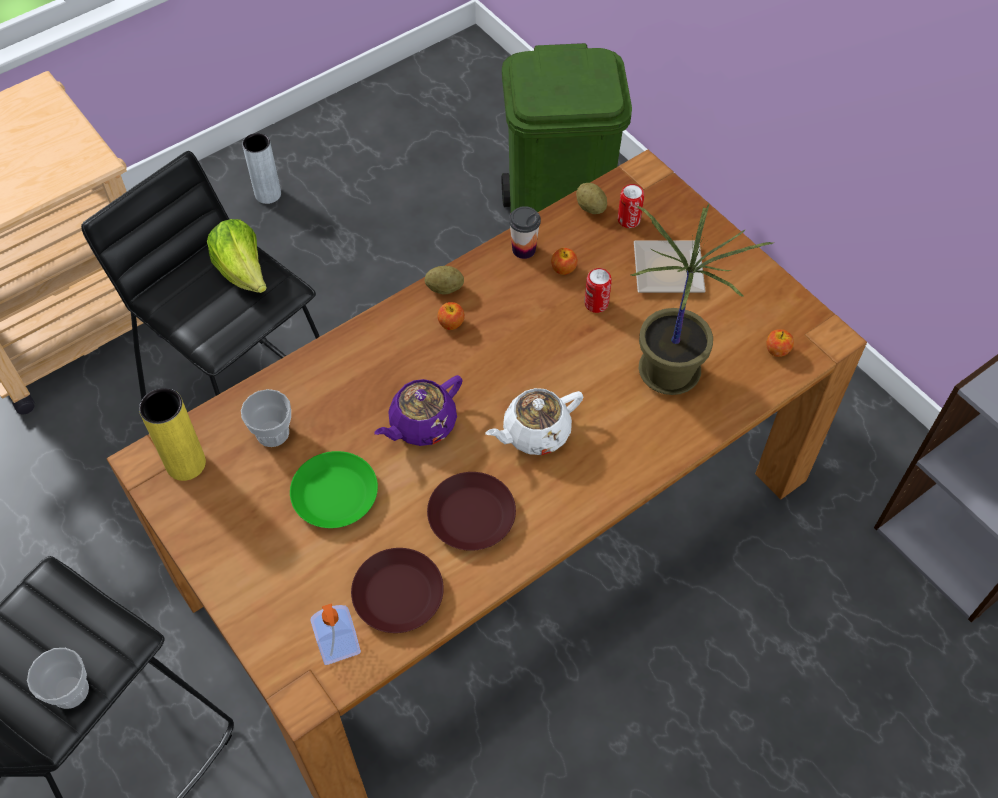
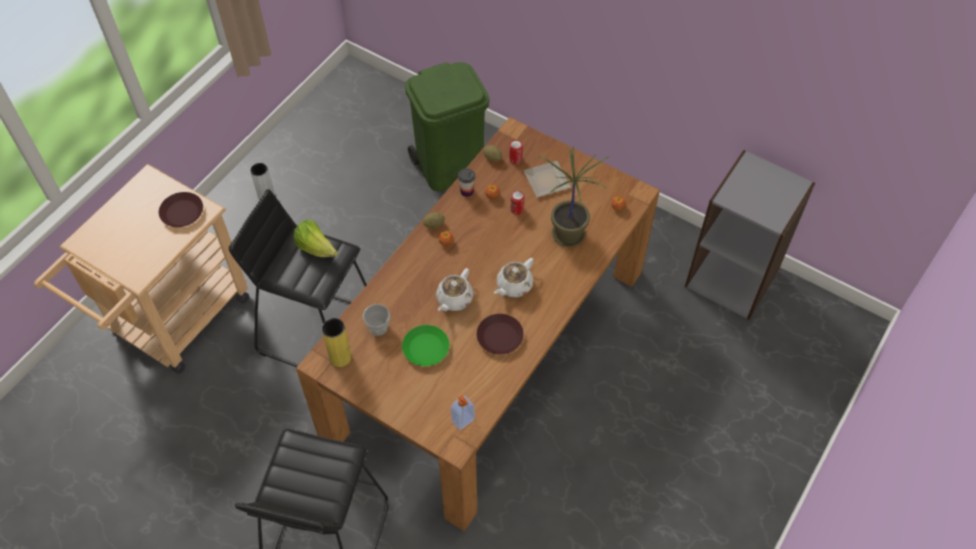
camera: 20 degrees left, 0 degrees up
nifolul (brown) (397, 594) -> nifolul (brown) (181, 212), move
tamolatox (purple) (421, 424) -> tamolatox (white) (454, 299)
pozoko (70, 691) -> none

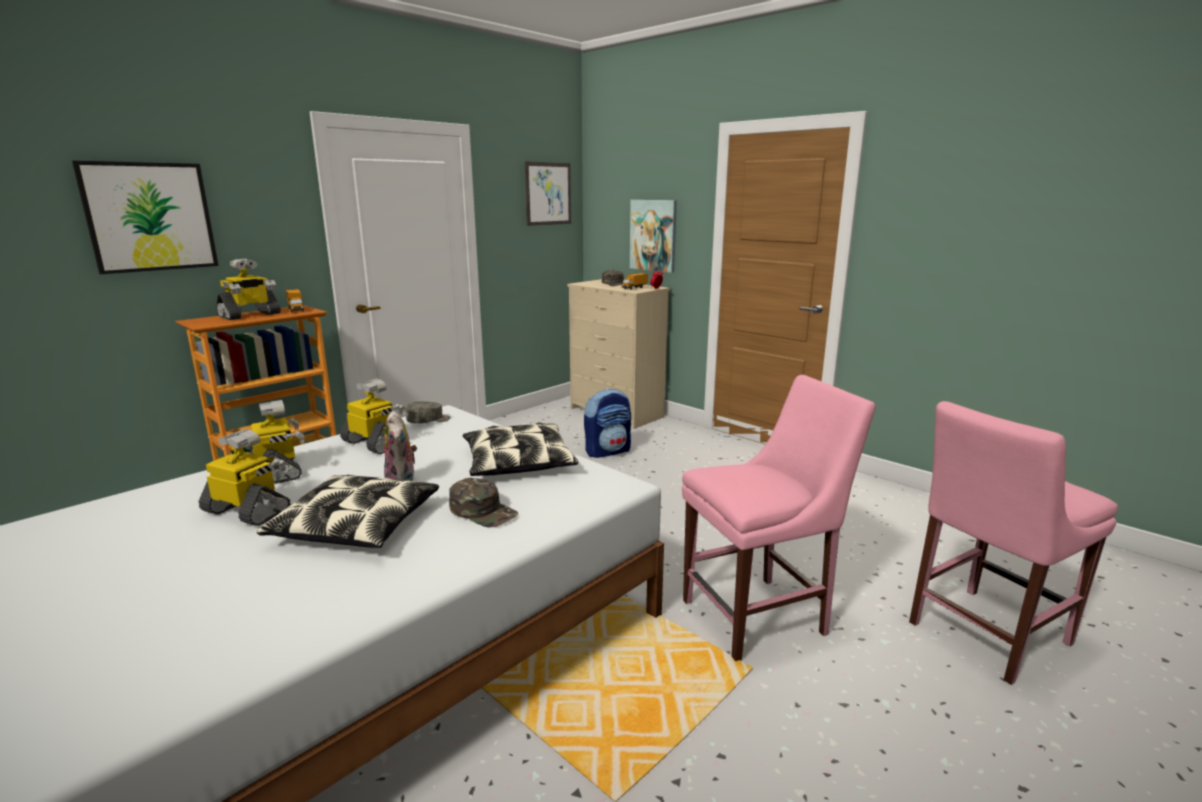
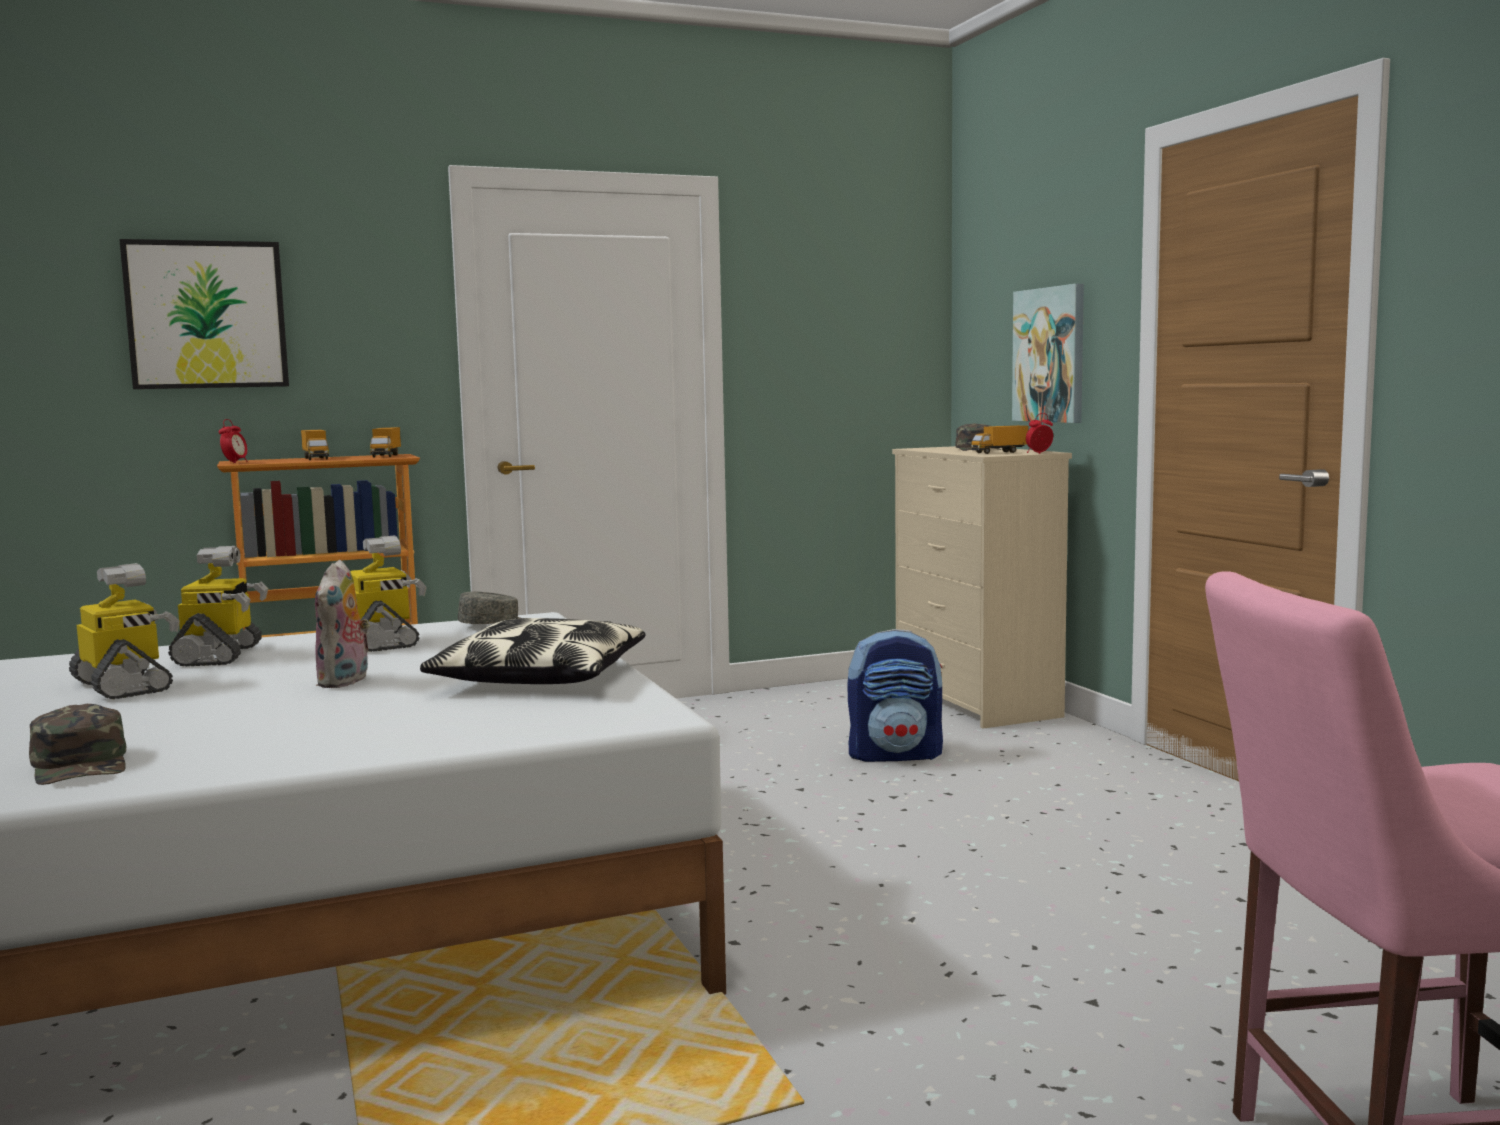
camera: 25 degrees right, 10 degrees down
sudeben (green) (483, 511) -> sudeben (green) (81, 764), move
none -> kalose (235, 463)
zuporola (250, 315) -> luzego (316, 458)
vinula (357, 525) -> none
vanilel (548, 194) -> none
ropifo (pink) (760, 616) -> none

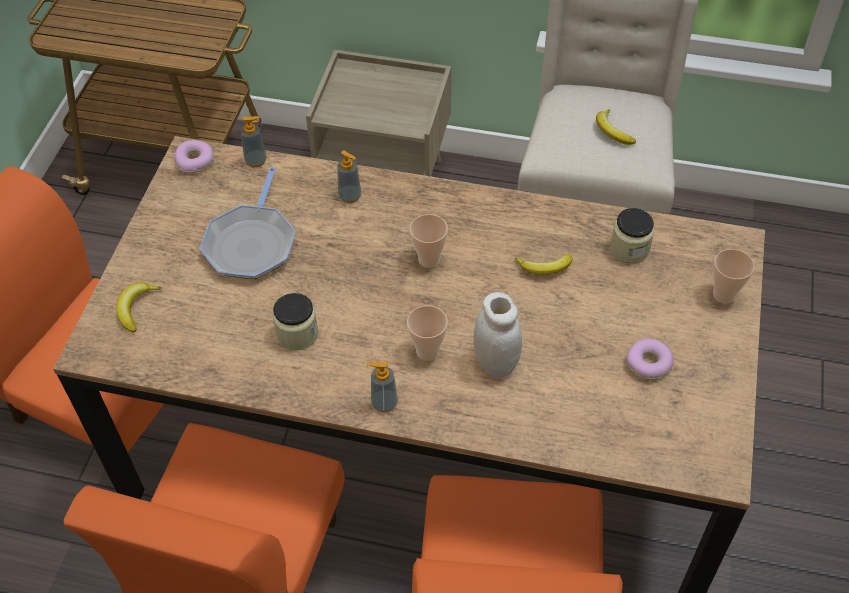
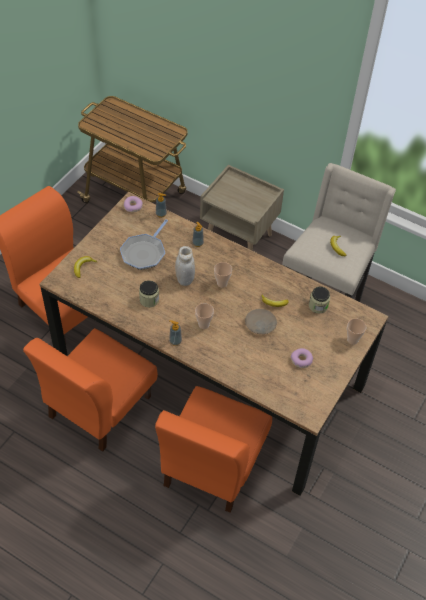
camera: 15 degrees right, 0 degrees up
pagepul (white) (496, 363) -> pagepul (white) (185, 279), move
none -> nifolul (beige) (260, 324)

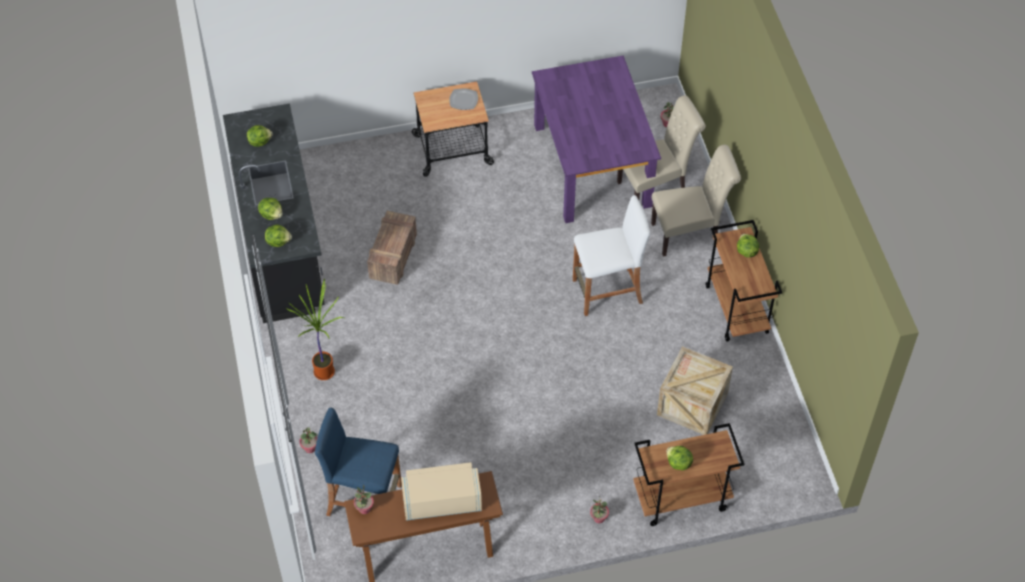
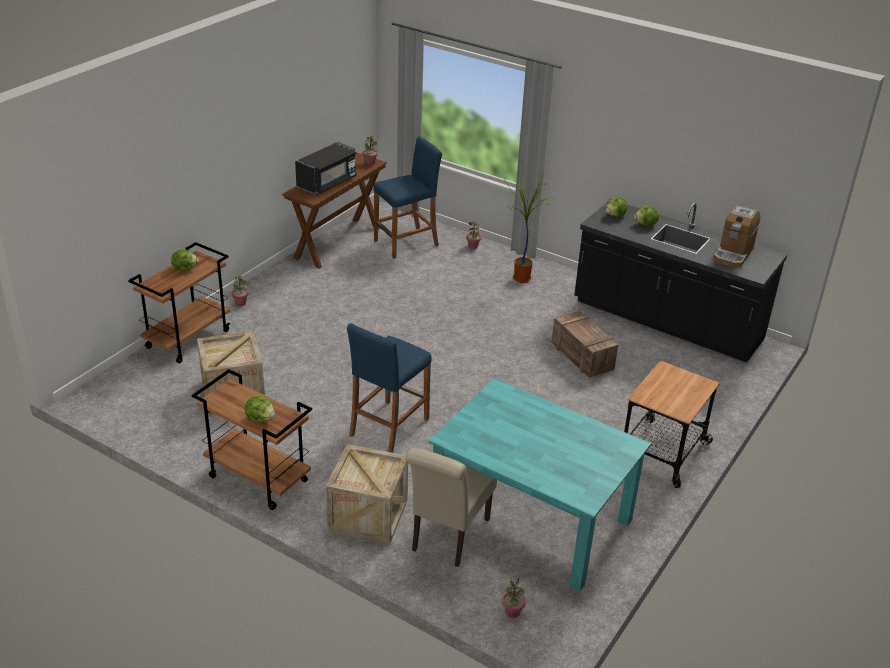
camera: 135 degrees right, 20 degrees down
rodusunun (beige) (442, 501) -> rodusunun (black) (327, 182)
ropifo (beige) (689, 233) -> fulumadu (368, 516)
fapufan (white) (607, 292) -> fapufan (blue) (389, 427)
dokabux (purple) (593, 165) -> dokabux (turquoise) (530, 518)
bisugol (259, 141) -> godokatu (733, 253)
nifolul (464, 100) -> none

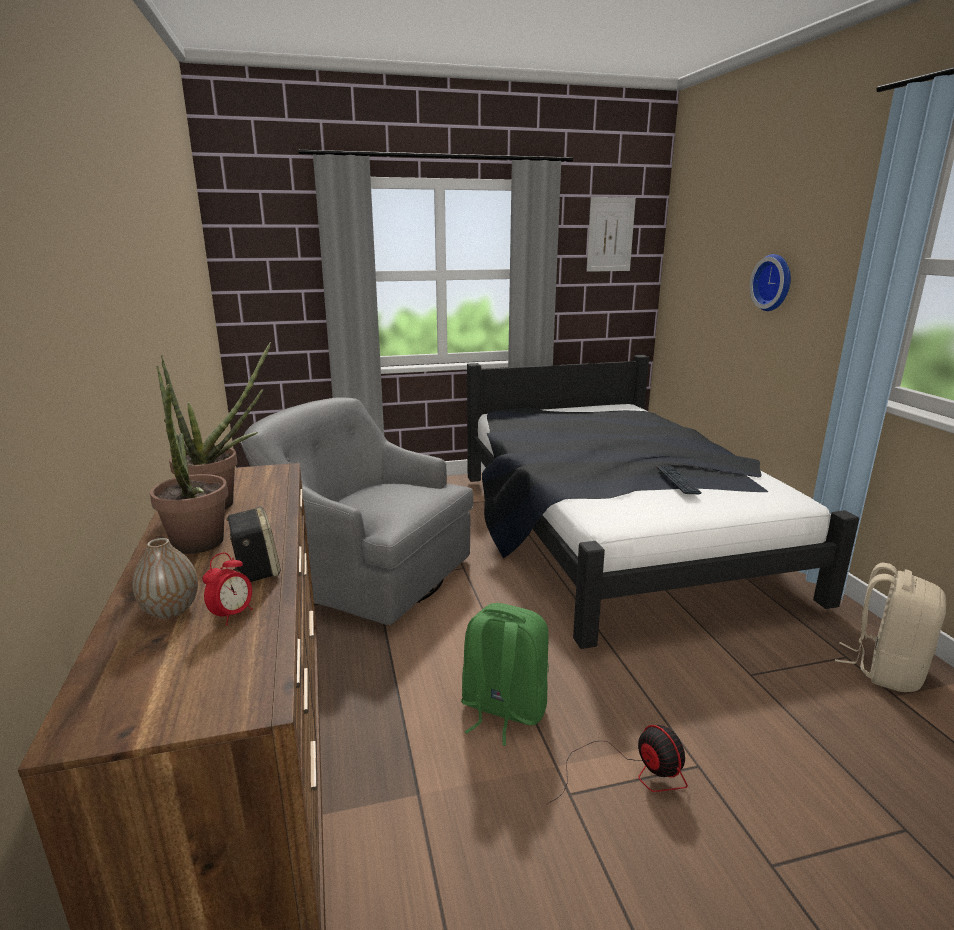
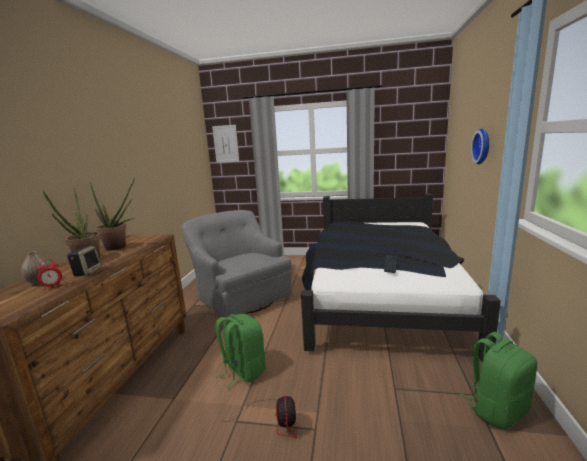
camera: 25 degrees right, 5 degrees down
vanilel (610, 234) -> vanilel (226, 144), move
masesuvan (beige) (885, 669) -> masesuvan (green) (497, 409)

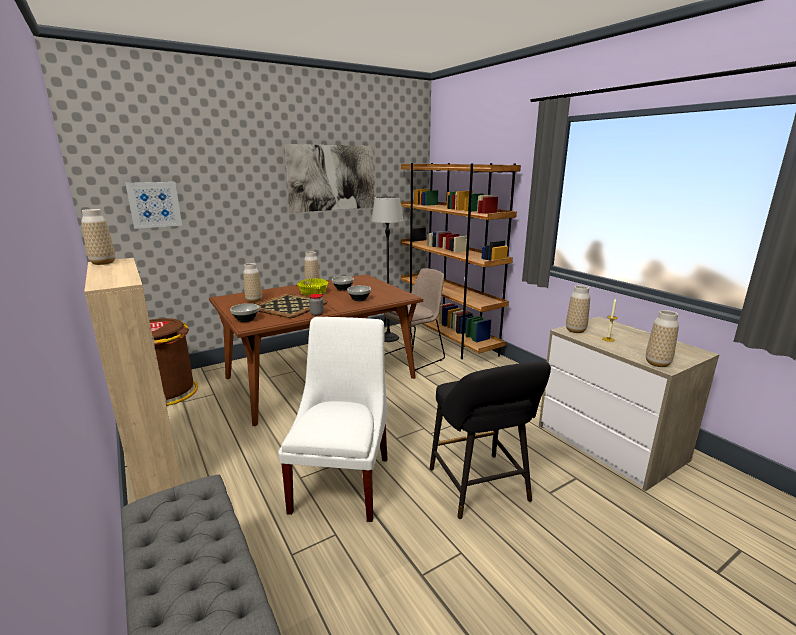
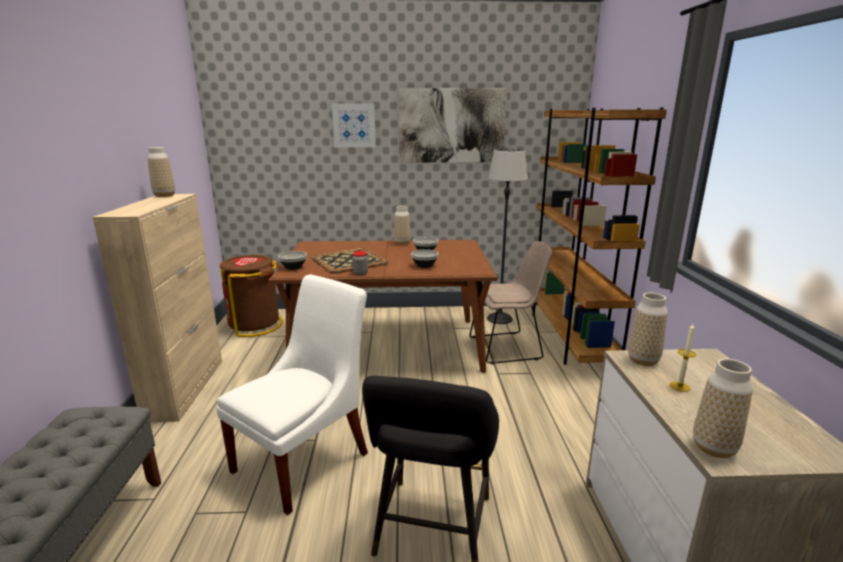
camera: 30 degrees right, 0 degrees up
vanilel (154, 204) -> vanilel (354, 125), move
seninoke (254, 300) -> none
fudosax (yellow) (313, 292) -> none

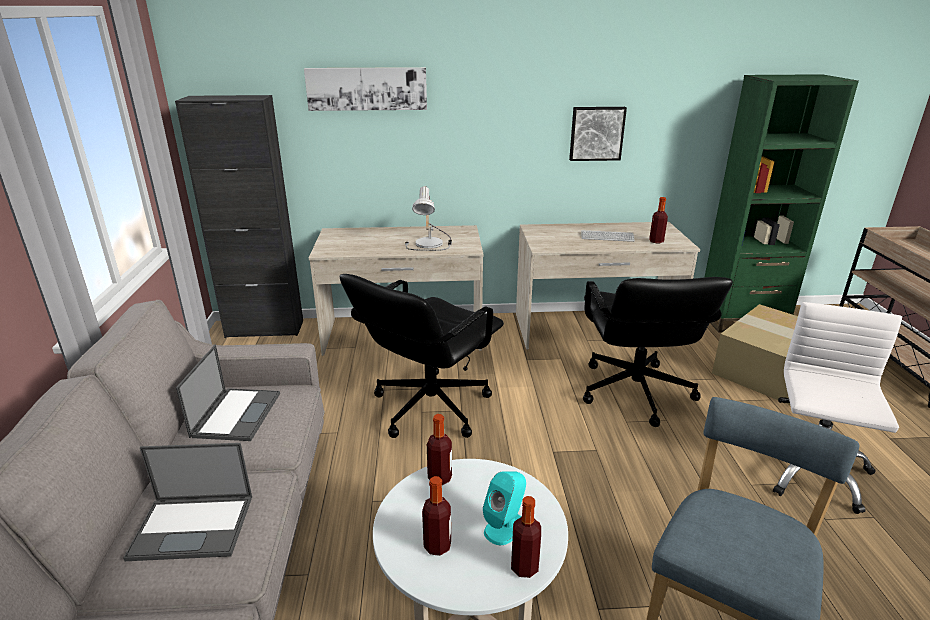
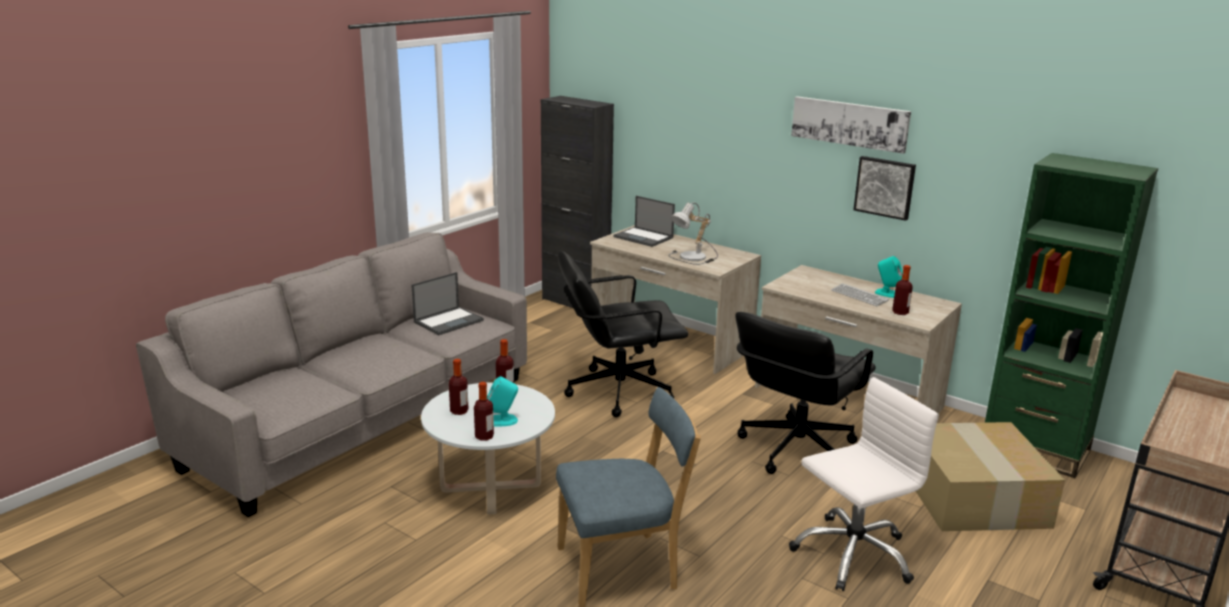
camera: 40 degrees right, 5 degrees down
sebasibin (194, 526) -> sebasibin (644, 237), move
vanilel (367, 88) -> vanilel (849, 123), move
none -> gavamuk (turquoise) (887, 293)

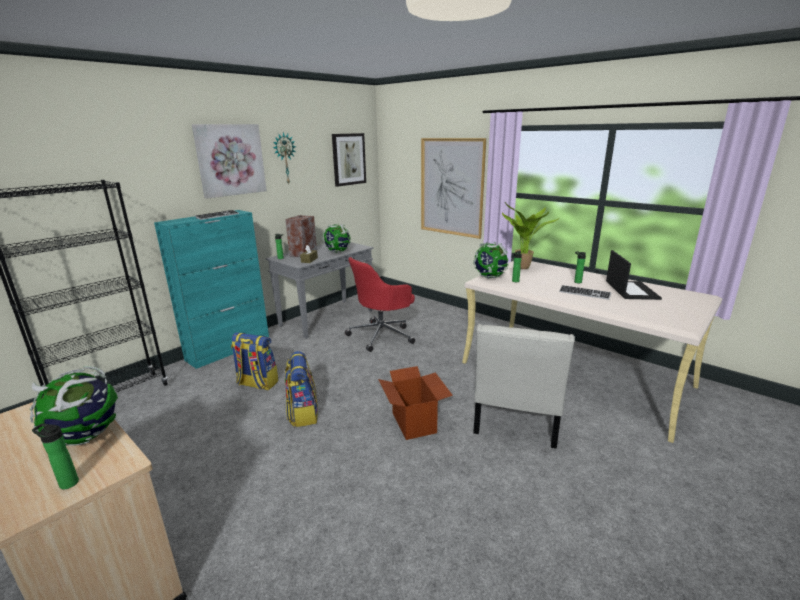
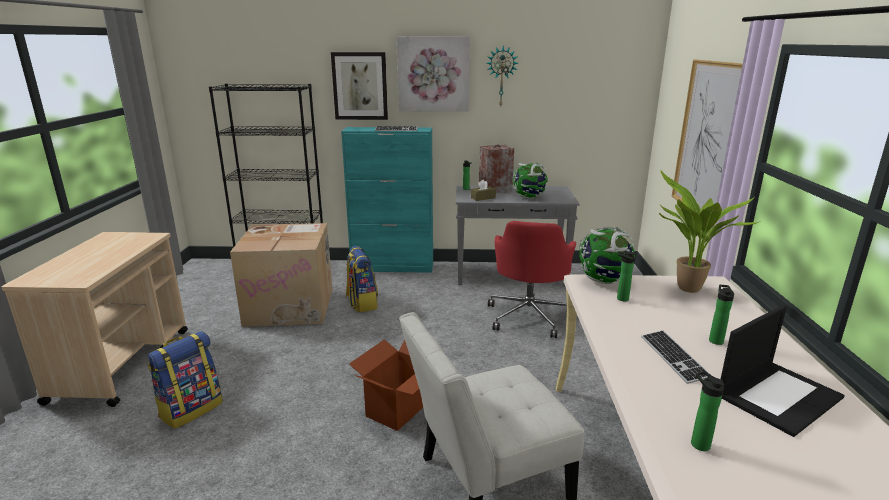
camera: 50 degrees right, 0 degrees up
masesuvan (303, 413) -> masesuvan (191, 409), move
none -> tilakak (291, 306)
vanilel (348, 159) -> vanilel (360, 86), move
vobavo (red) (382, 335) -> vobavo (red) (529, 316), 90 degrees counterclockwise
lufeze (67, 483) -> lufeze (697, 443), move
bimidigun (87, 436) -> none

